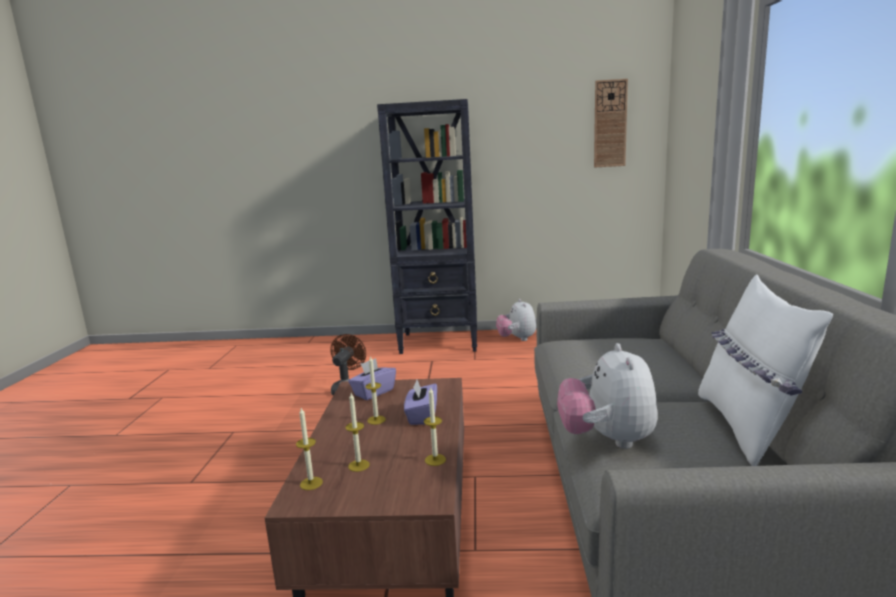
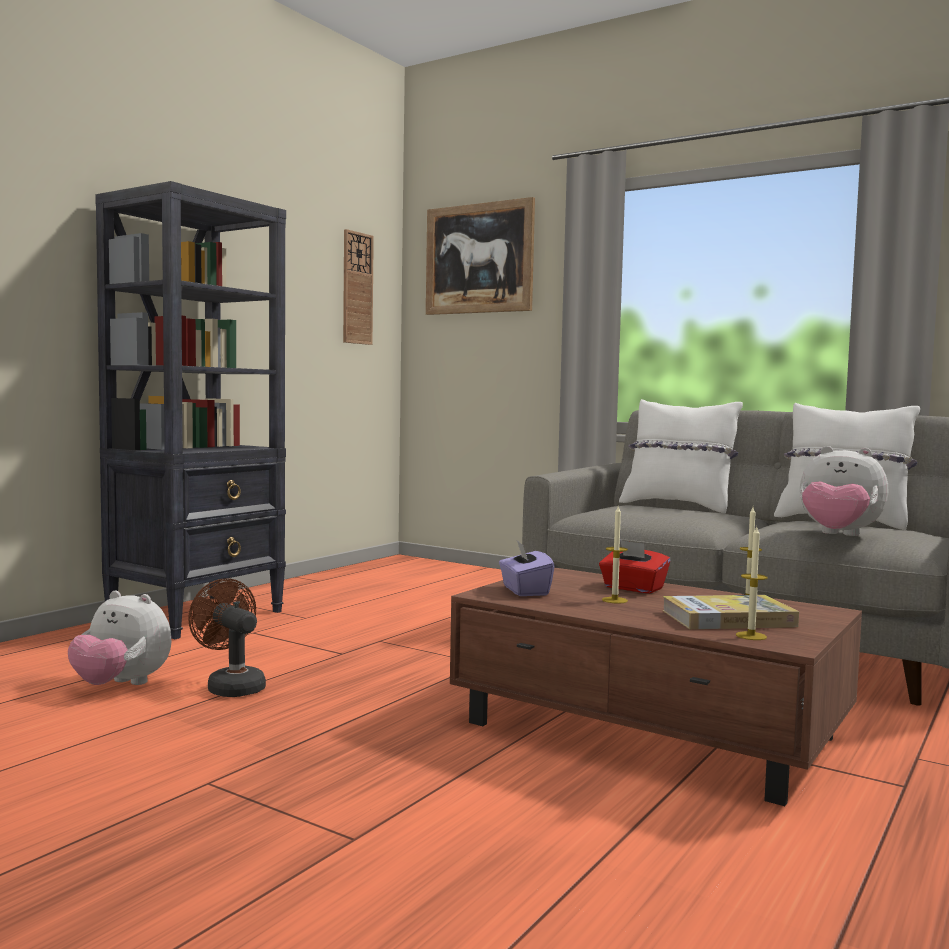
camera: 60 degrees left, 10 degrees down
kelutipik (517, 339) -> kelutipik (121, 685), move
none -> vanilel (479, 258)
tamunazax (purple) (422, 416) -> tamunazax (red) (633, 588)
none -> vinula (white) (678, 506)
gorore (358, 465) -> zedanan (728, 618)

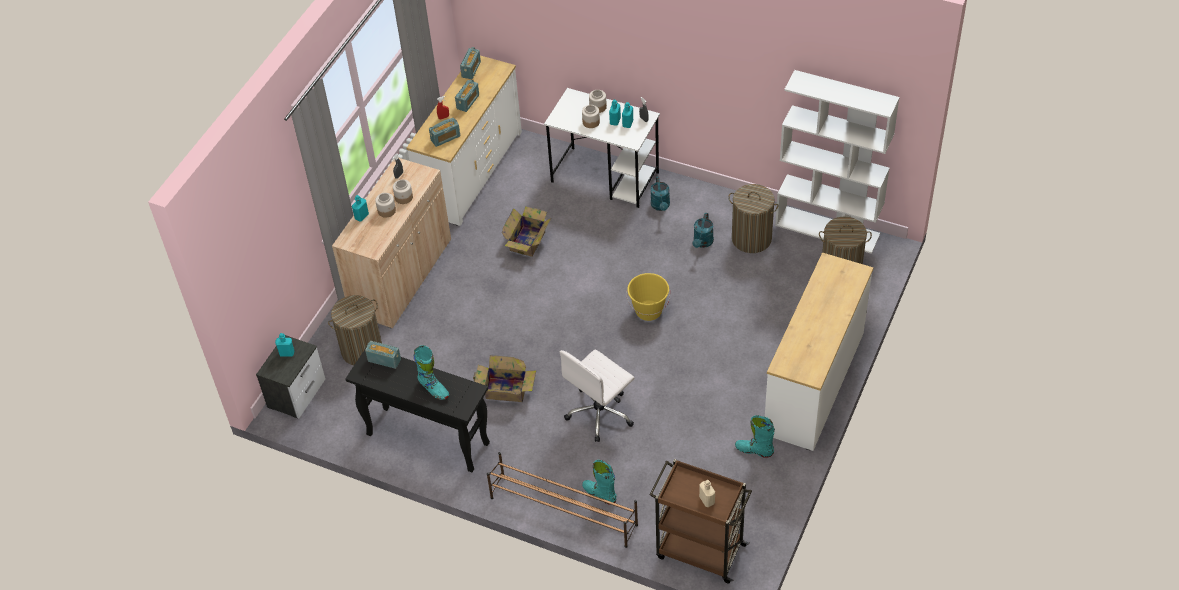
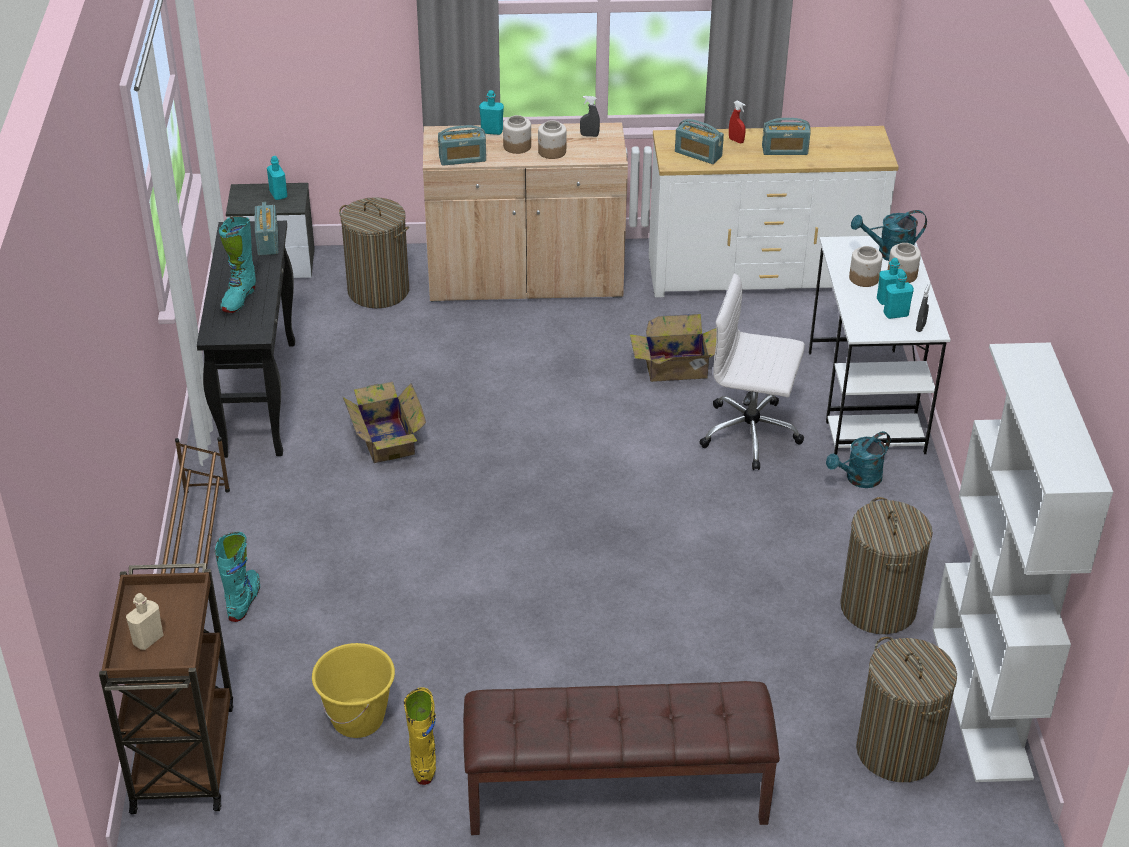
camera: 60 degrees right, 10 degrees down
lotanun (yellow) (648, 311) -> lotanun (yellow) (358, 719), move
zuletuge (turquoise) (754, 450) -> zuletuge (yellow) (423, 759)
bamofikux (471, 69) -> bamofikux (462, 159), move
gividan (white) (815, 383) -> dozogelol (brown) (616, 795)
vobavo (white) (600, 413) -> vobavo (white) (751, 434), move
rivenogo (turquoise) (702, 243) -> rivenogo (turquoise) (888, 254), move

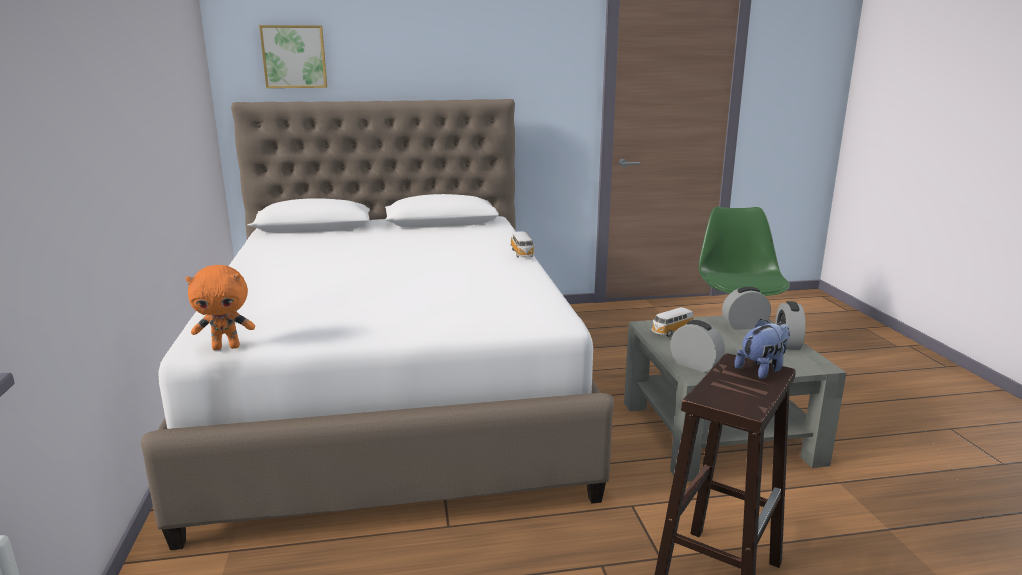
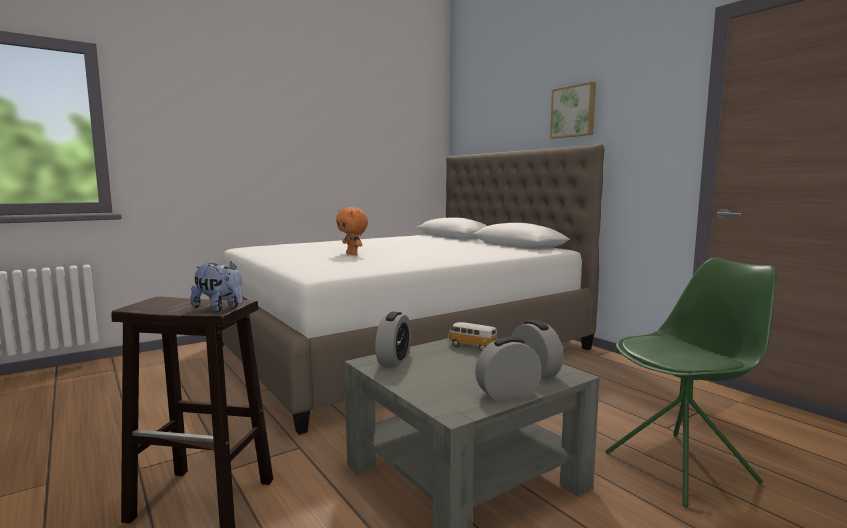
camera: 65 degrees right, 10 degrees down
kelutipik (orange) (226, 347) -> kelutipik (orange) (353, 254), move
vanilel (294, 57) -> vanilel (573, 111), move
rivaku (522, 253) -> none

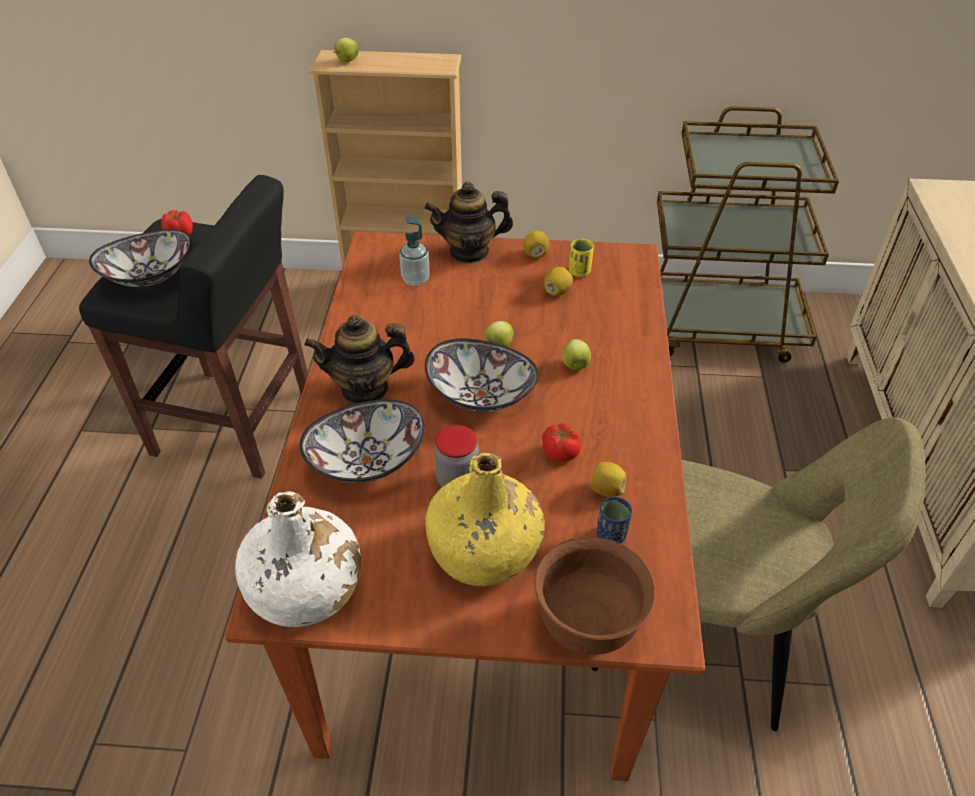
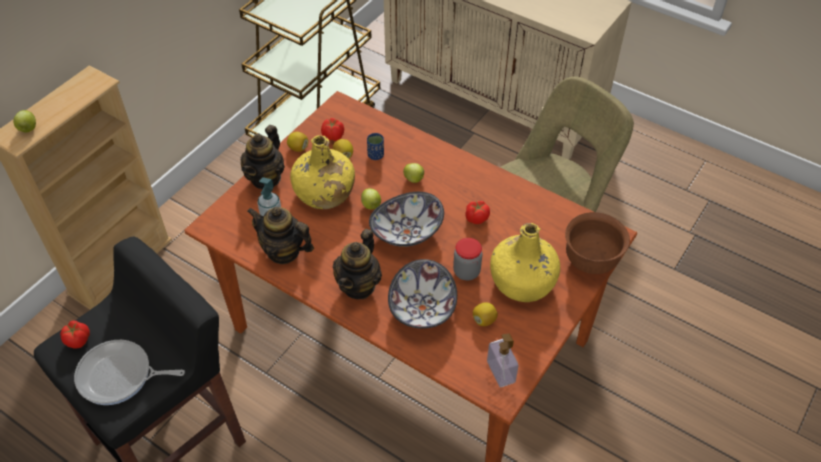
camera: 60 degrees left, 5 degrees up
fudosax (149, 276) -> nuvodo (119, 376)
none -> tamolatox (283, 251)
none -> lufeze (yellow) (324, 193)
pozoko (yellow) (579, 271) -> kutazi (333, 136)
pozoko (blue) (611, 535) -> pozoko (blue) (376, 155), move
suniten (606, 489) -> suniten (484, 320), move
lufeze (white) (305, 589) -> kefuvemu (501, 372)

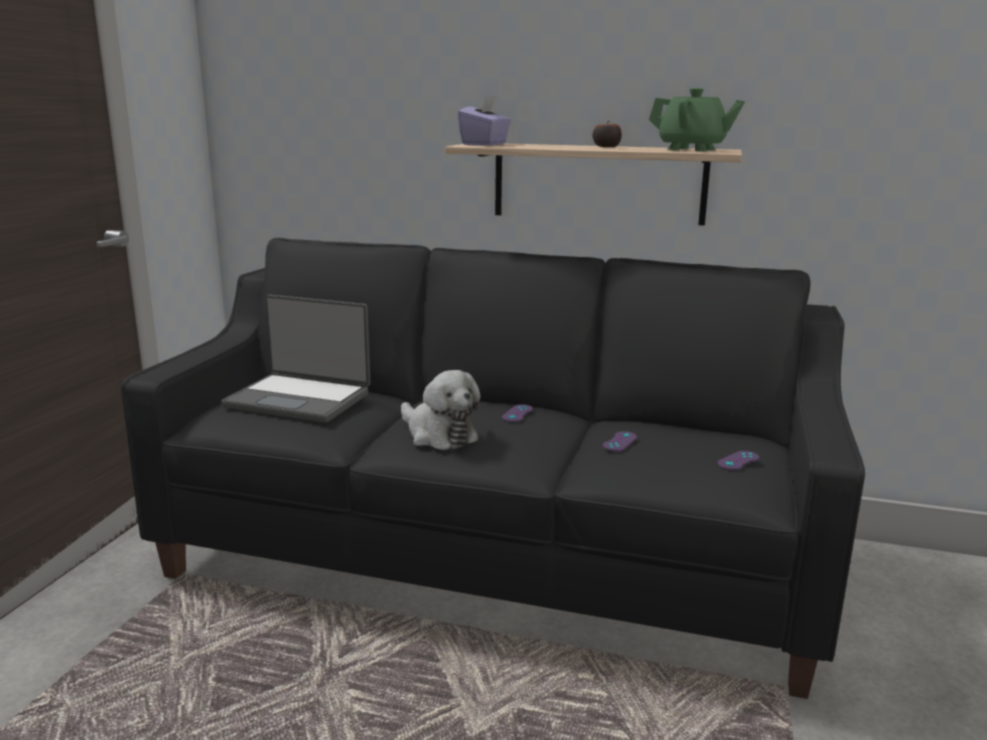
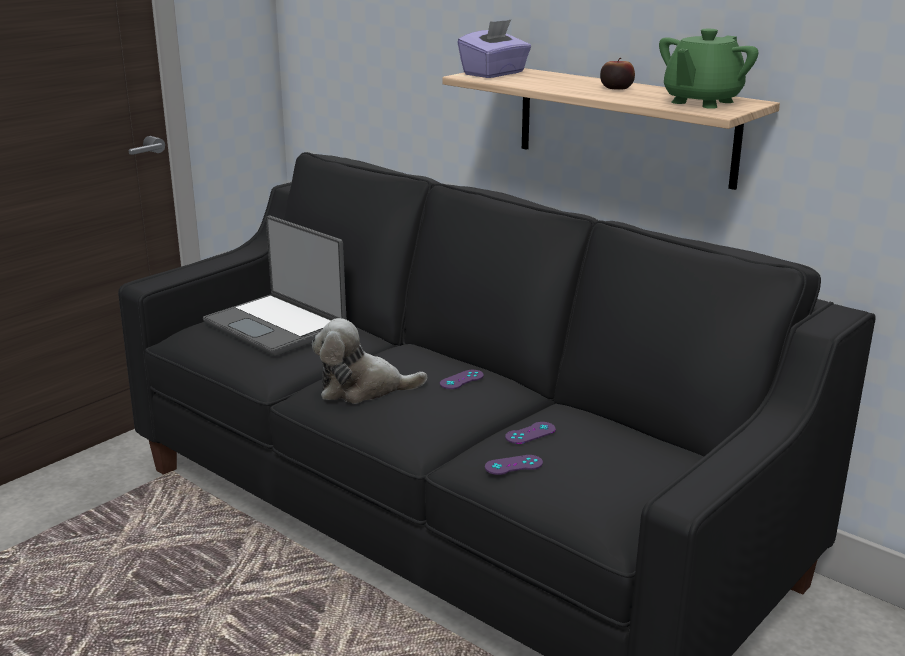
camera: 25 degrees right, 5 degrees up
kelutipik (438, 434) -> kelutipik (362, 389), 105 degrees clockwise
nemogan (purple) (738, 461) -> nemogan (purple) (513, 465), move
tamolatox (green) (692, 149) -> tamolatox (green) (701, 102), 75 degrees clockwise

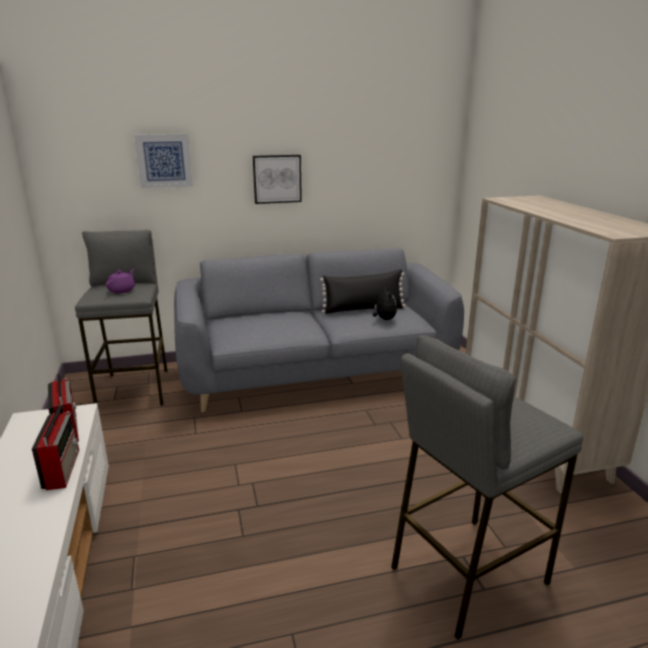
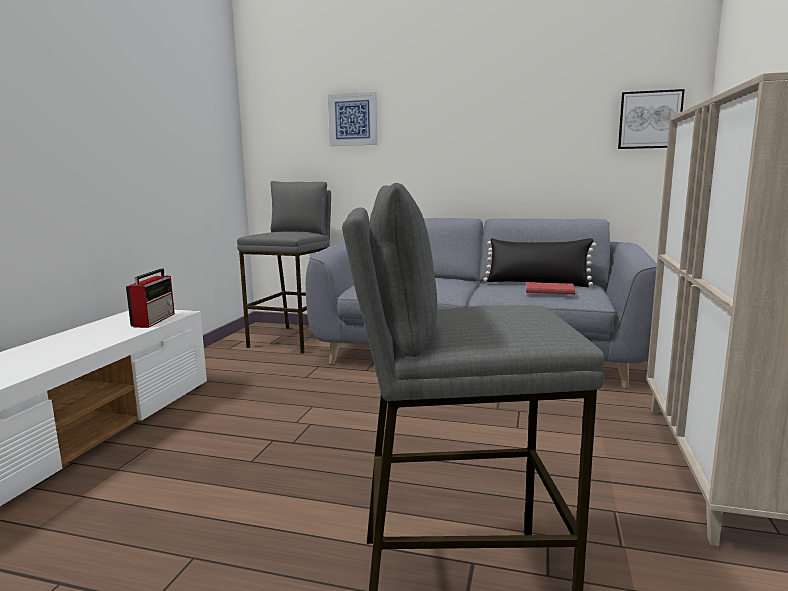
camera: 30 degrees right, 10 degrees down
kelutipik (384, 319) -> zedanan (red) (549, 290)
vanilel (277, 179) -> vanilel (649, 120), move
bamofikux (62, 468) -> none
tamolatox (purple) (122, 290) -> none

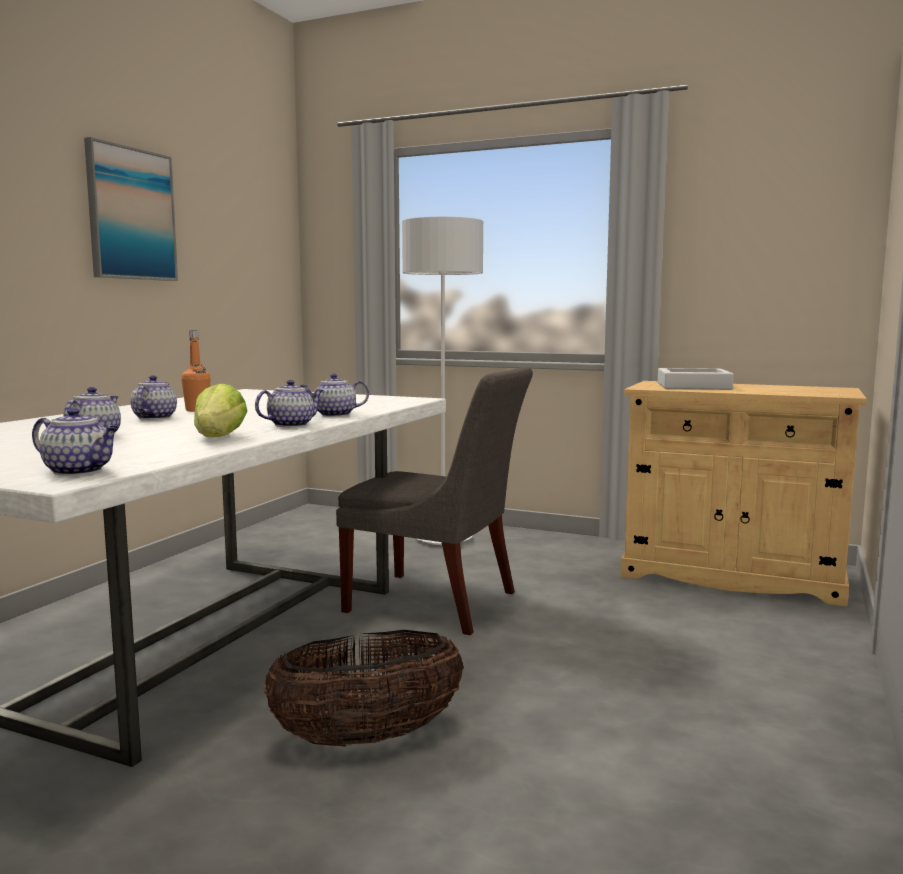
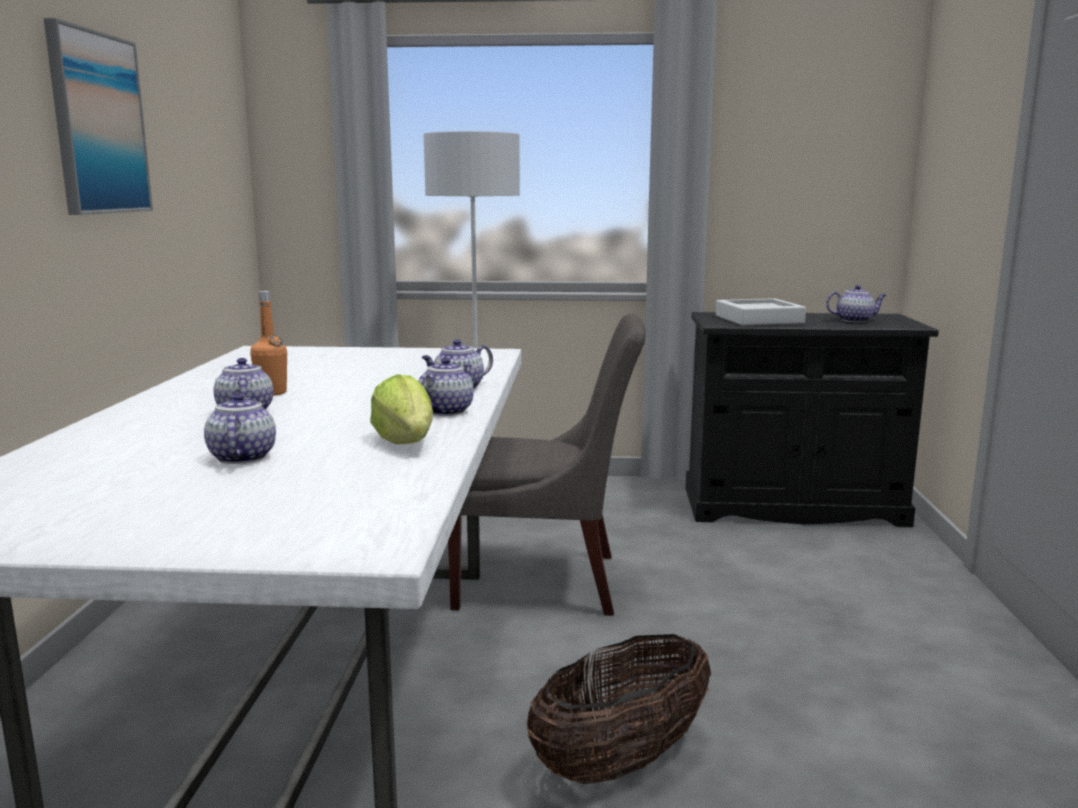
camera: 20 degrees left, 5 degrees up
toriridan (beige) (731, 576) -> toriridan (black) (792, 506)
tamolatox (79, 471) -> tamolatox (855, 320), move

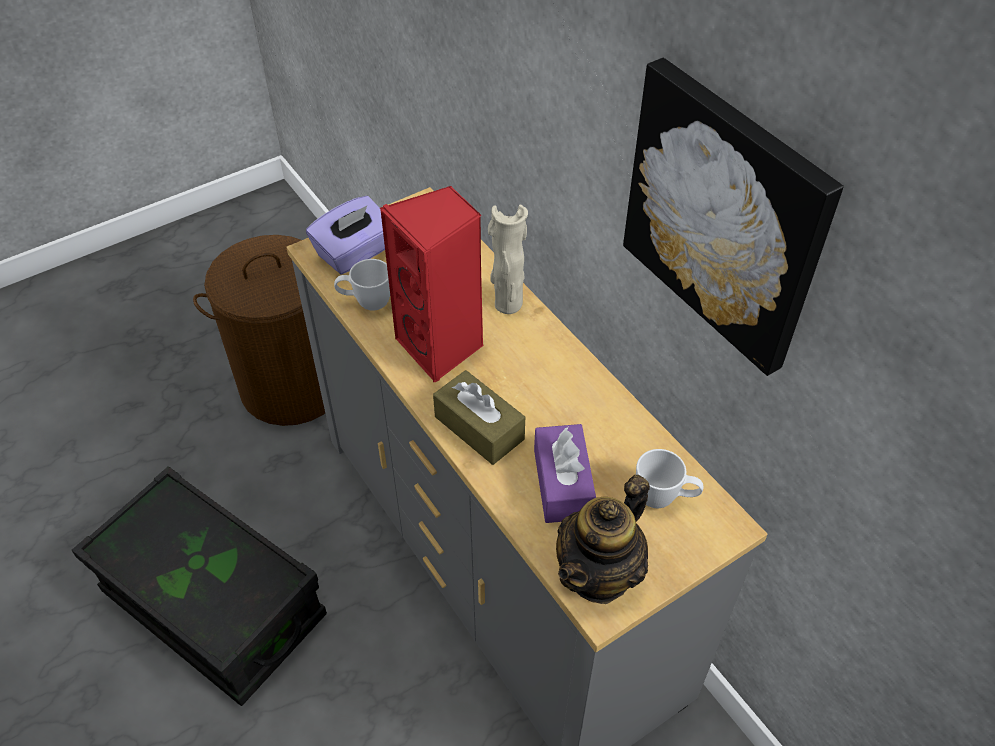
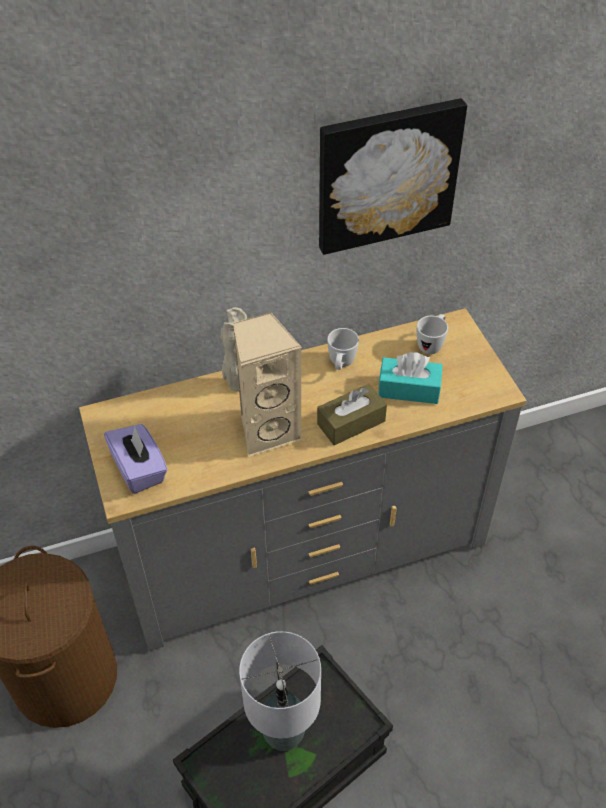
camera: 75 degrees left, 0 degrees up
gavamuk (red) (442, 347) -> gavamuk (beige) (268, 430)
none -> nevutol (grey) (283, 733)
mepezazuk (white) (366, 303) -> mepezazuk (white) (341, 365), move
tamunazax (purple) (562, 483) -> tamunazax (turquoise) (409, 389)
tamolatox (599, 574) -> none

